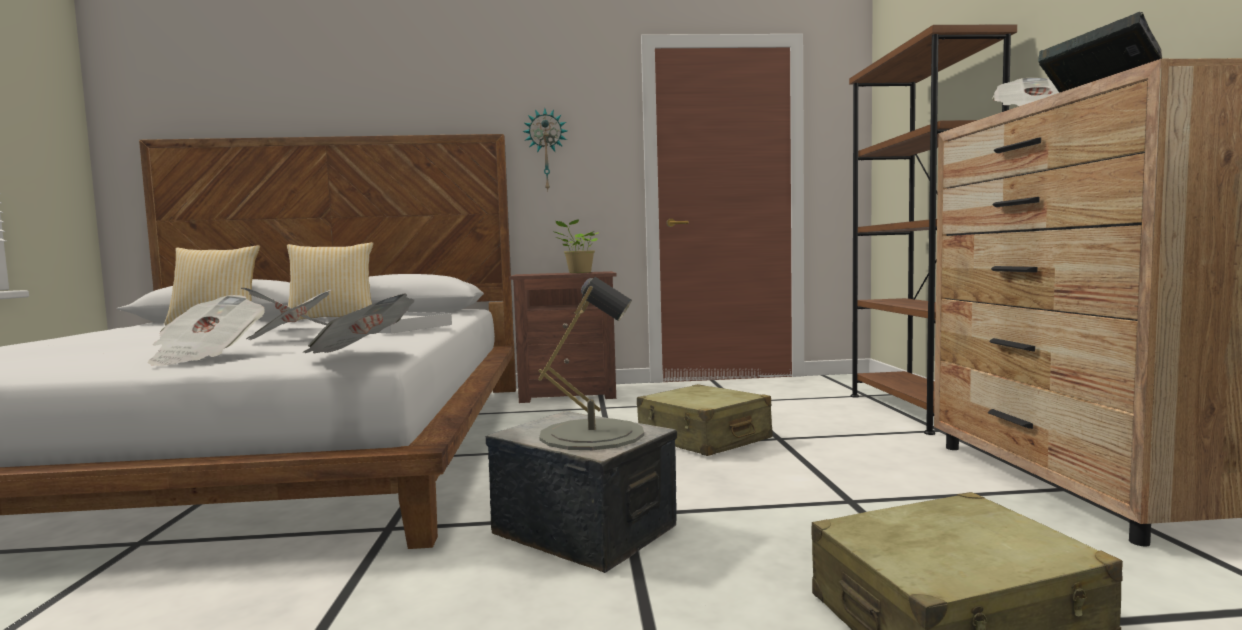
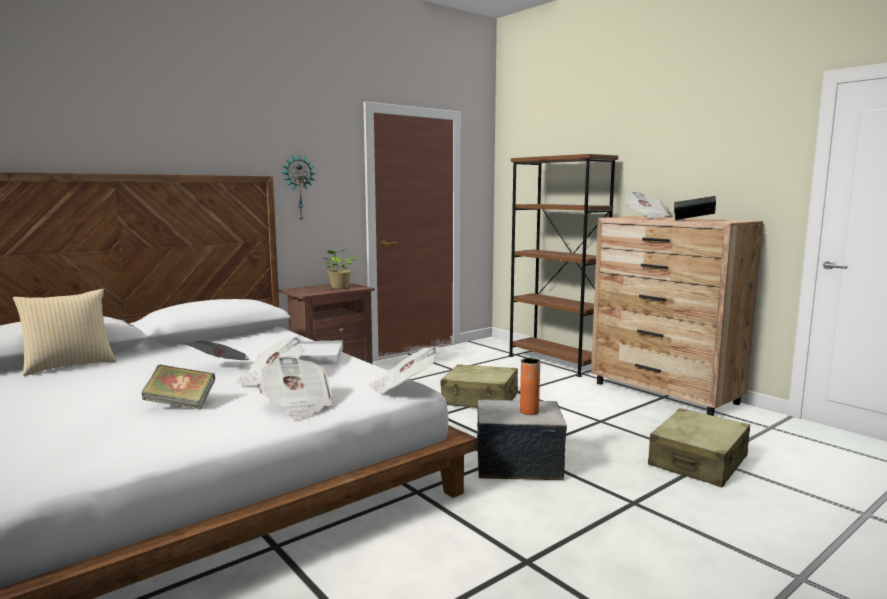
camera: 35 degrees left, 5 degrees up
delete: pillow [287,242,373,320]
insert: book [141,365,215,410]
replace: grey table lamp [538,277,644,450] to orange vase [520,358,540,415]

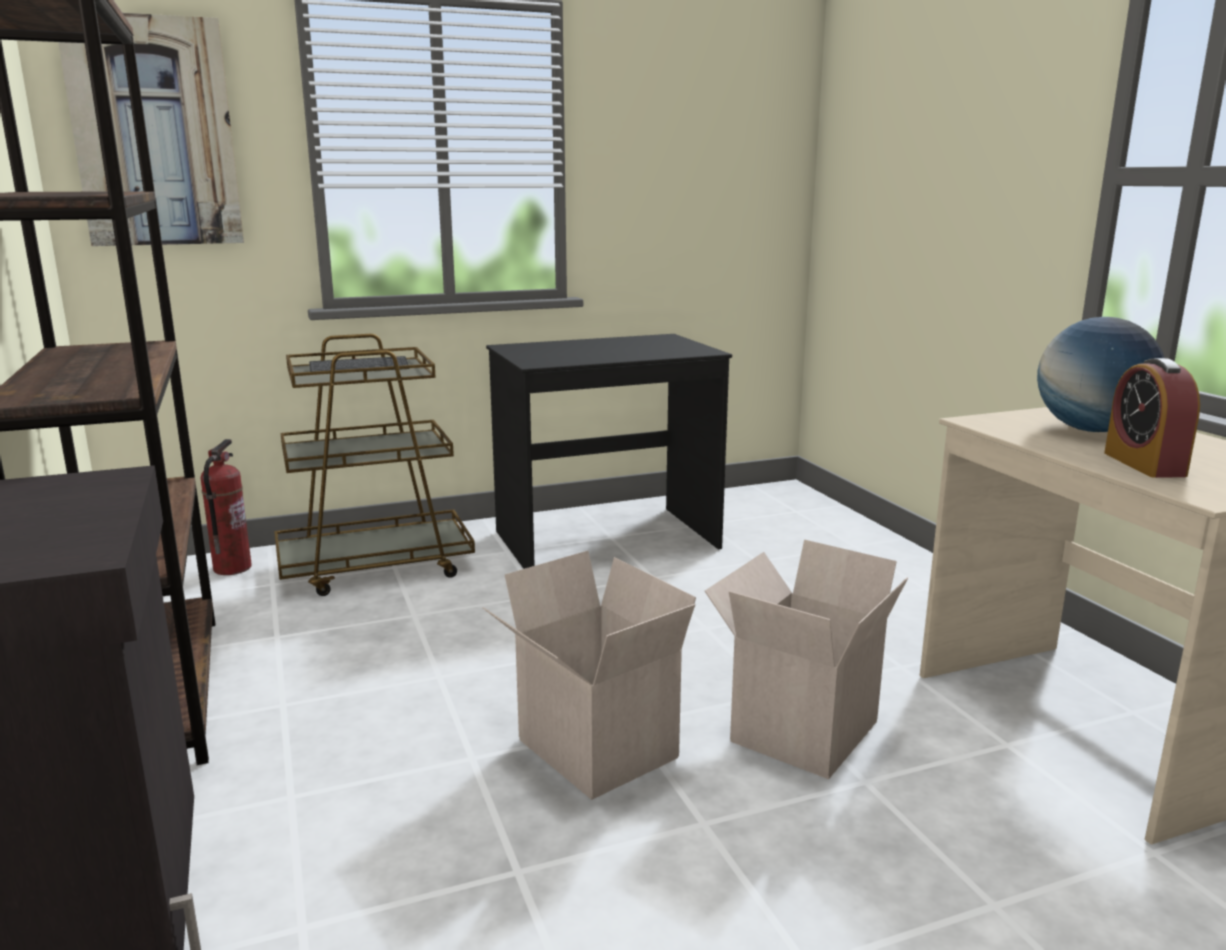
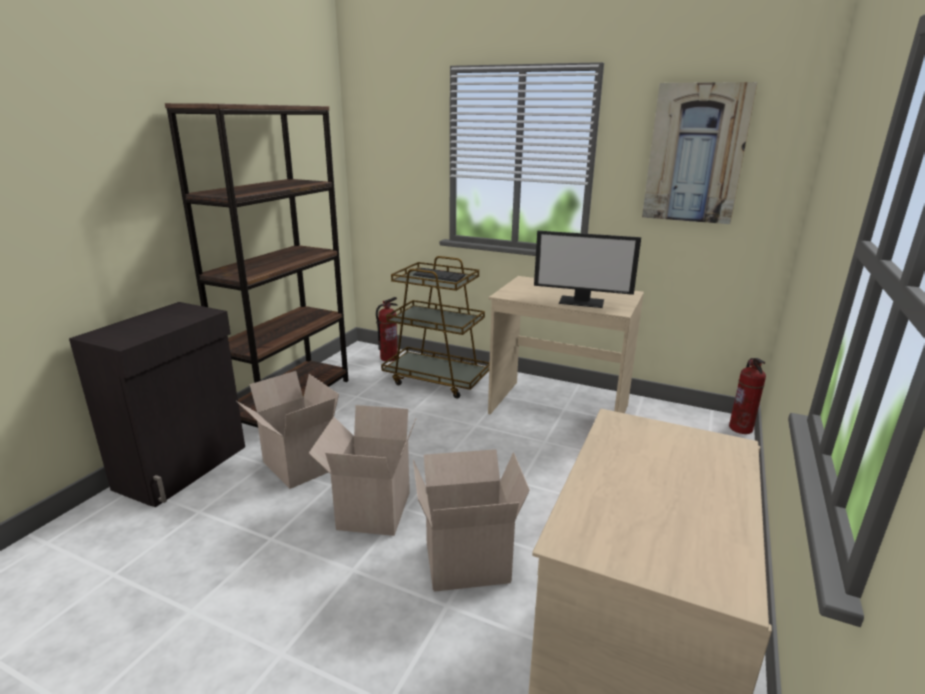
camera: 45 degrees right, 5 degrees up
delete: globe [1037,317,1164,432]; alarm clock [1104,358,1200,478]
insert: cardboard box [236,371,339,489]; monitor [534,231,641,308]; fire extinguisher [729,358,766,434]
move: picture [58,13,244,246] to [642,82,758,224]
recolor: black desk [486,334,732,569] to beige desk [488,276,644,414]

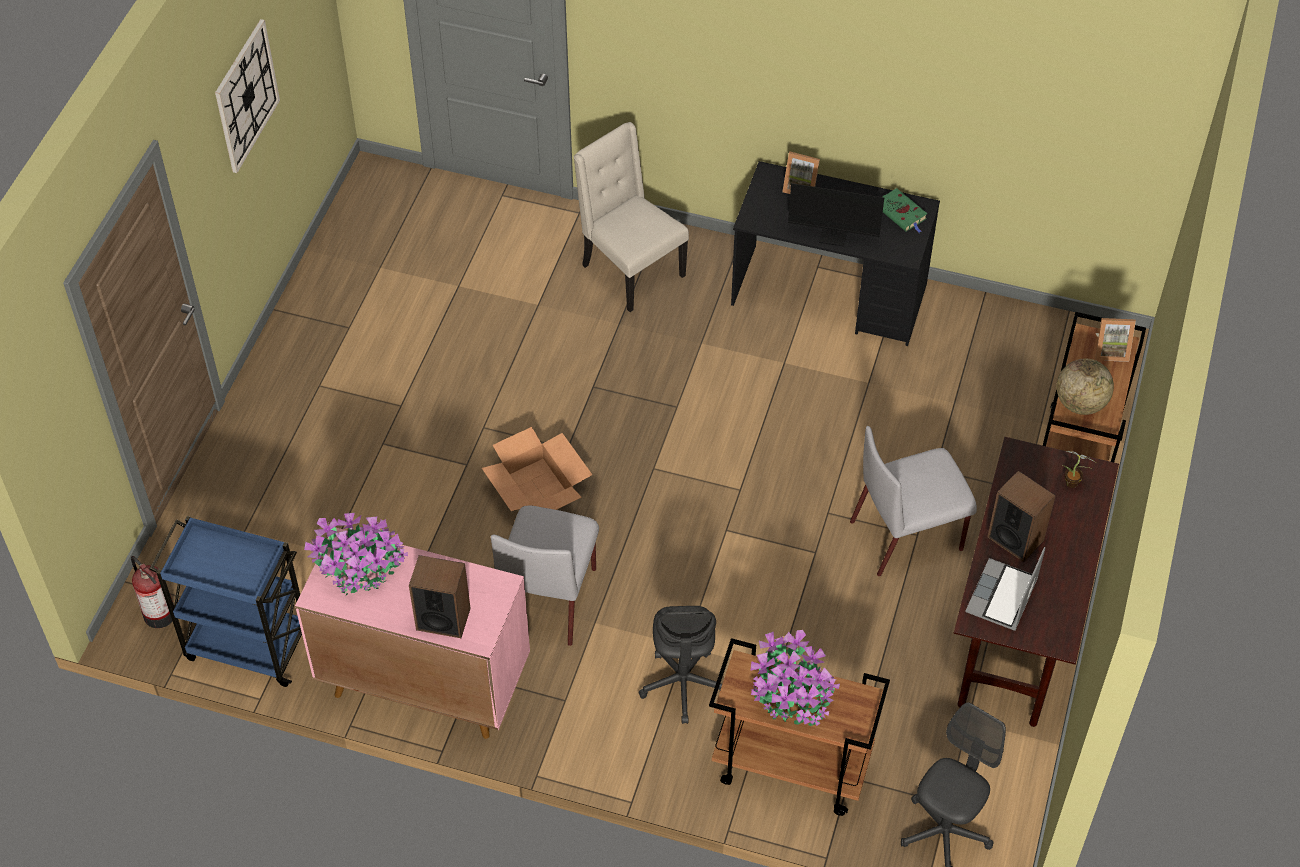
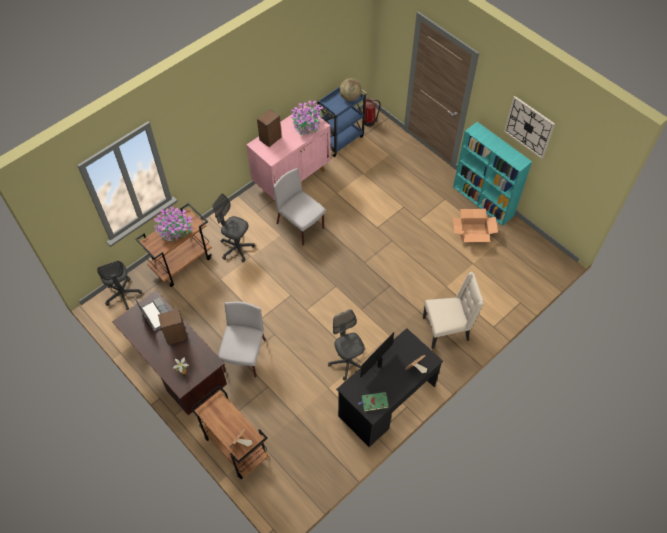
camera: 120 degrees right, 5 degrees up
insert: grey office chair [328,309,365,380]; turquoise bookcase [453,122,532,226]
move: globe [1057,358,1114,415] to [339,78,362,101]; cardboard box [482,427,592,511] to [453,209,498,242]

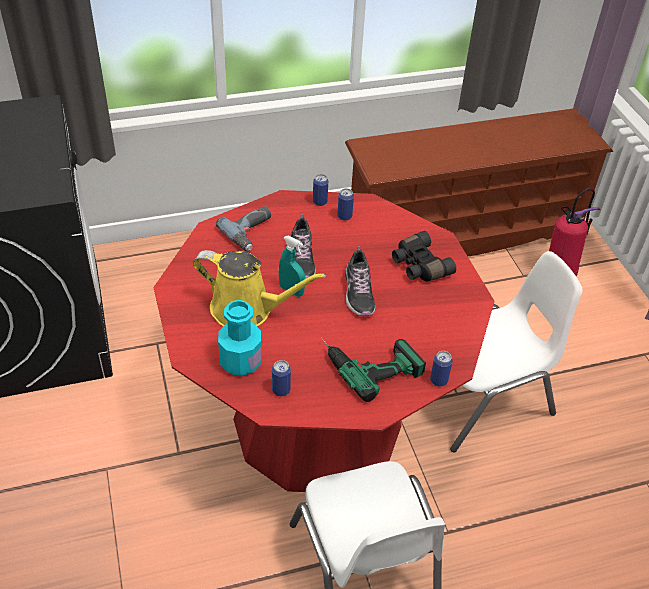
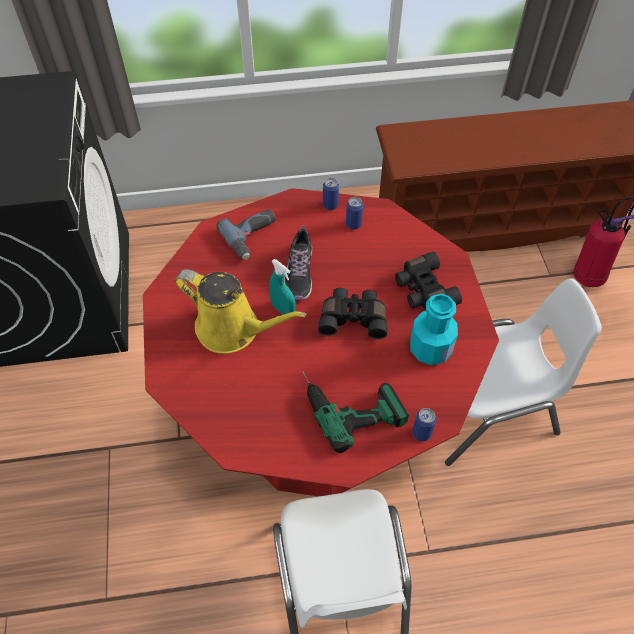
camera: 10 degrees right, 10 degrees up
delete: can [272,360,291,396]
move: turquoise bottle [218,300,262,376] to [410,294,458,365]
replace: shoe [345,246,375,316] to black binoculars [318,288,387,339]

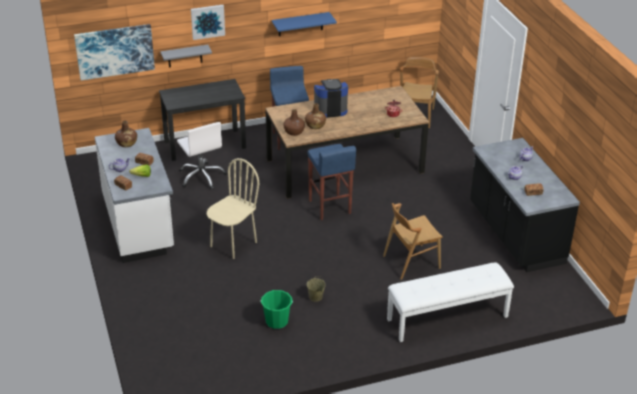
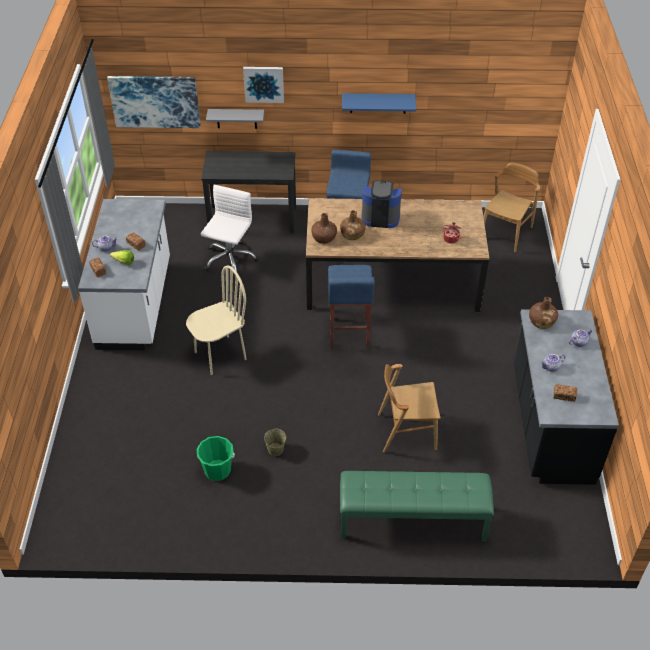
camera: 20 degrees right, 10 degrees up
move: brown bottle [115,120,137,147] to [529,297,558,329]
recolor: white bench [387,262,514,342] to green bench [340,471,494,542]
rotate: white office chair [177,122,227,189] = [201,185,259,278] 150 degrees counterclockwise

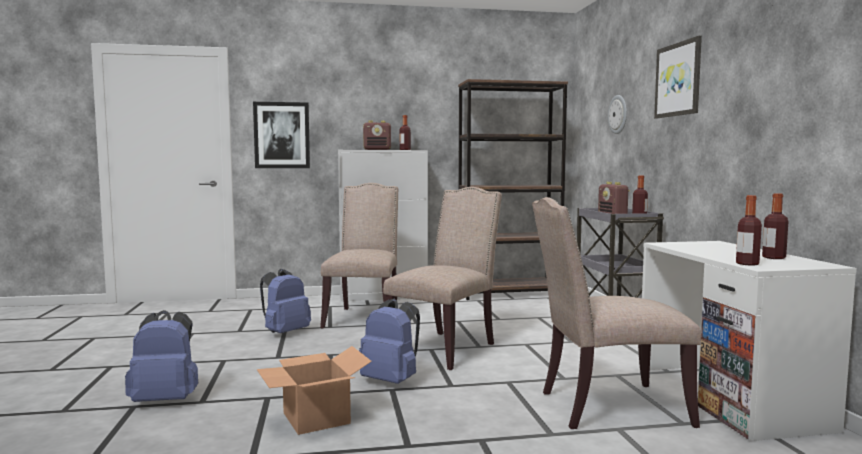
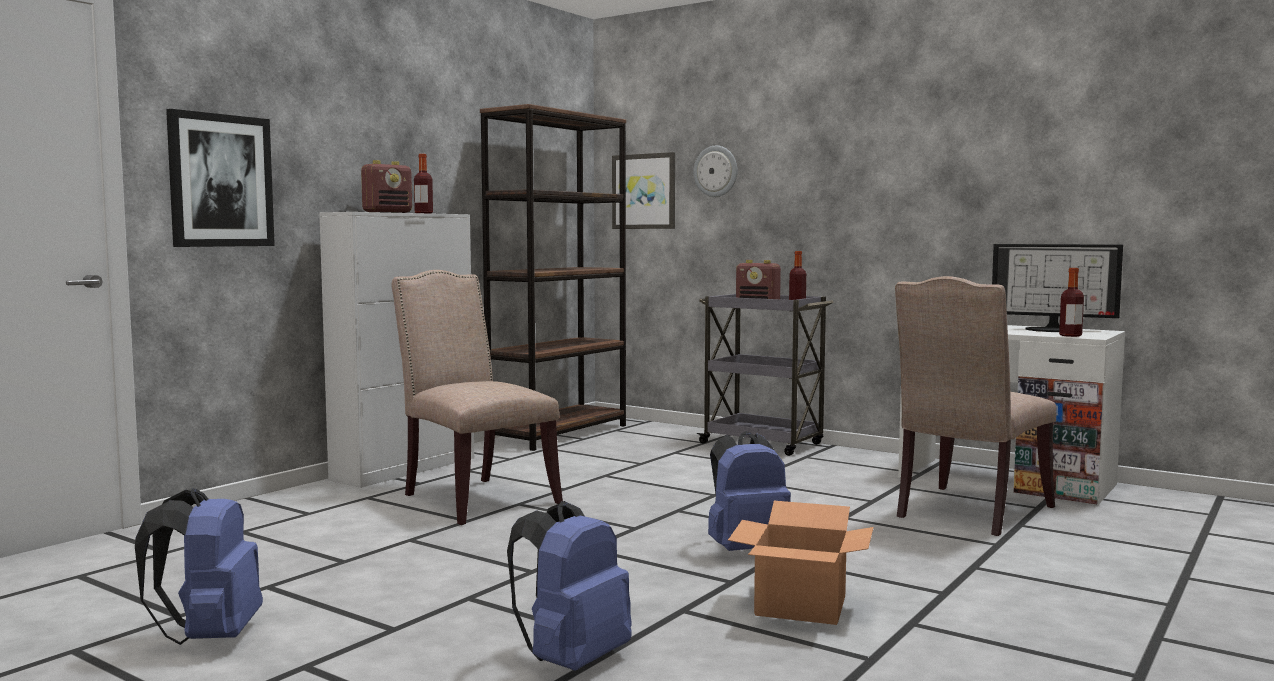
camera: 45 degrees left, 0 degrees up
delete: beige chair [383,187,502,370]
move: blue backpack [260,269,311,333] to [135,488,263,645]; picture [654,36,702,119] to [612,152,675,229]
replace: bottle [762,193,789,259] to monitor [992,244,1123,332]

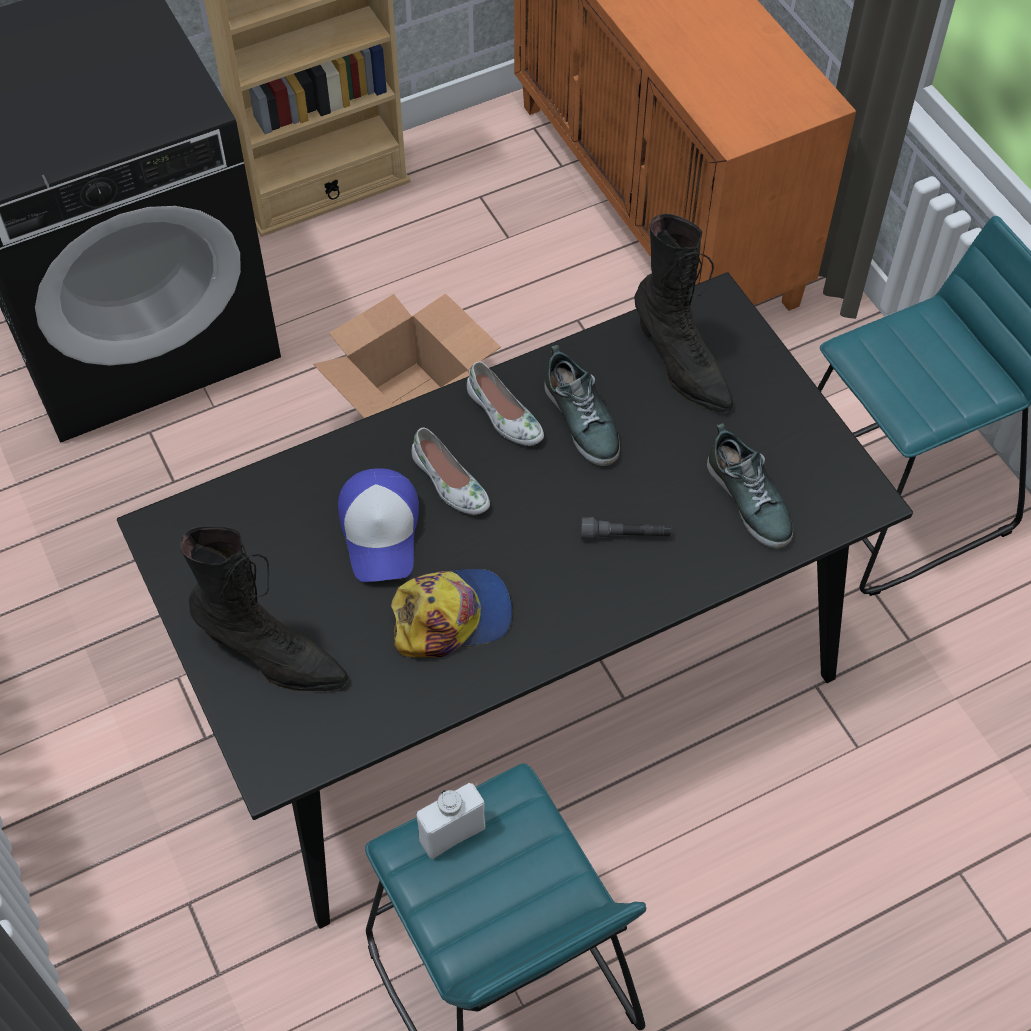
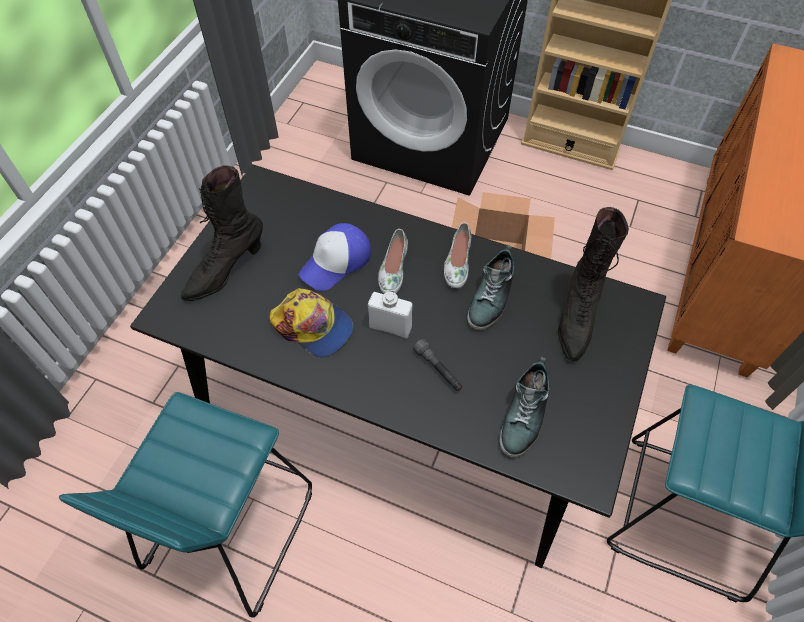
camera: 50 degrees right, 0 degrees up
move: white bottle [416,783,485,859] to [368,291,412,339]
rotate: black boot [180,526,348,691] = [181,166,263,301] 60 degrees clockwise

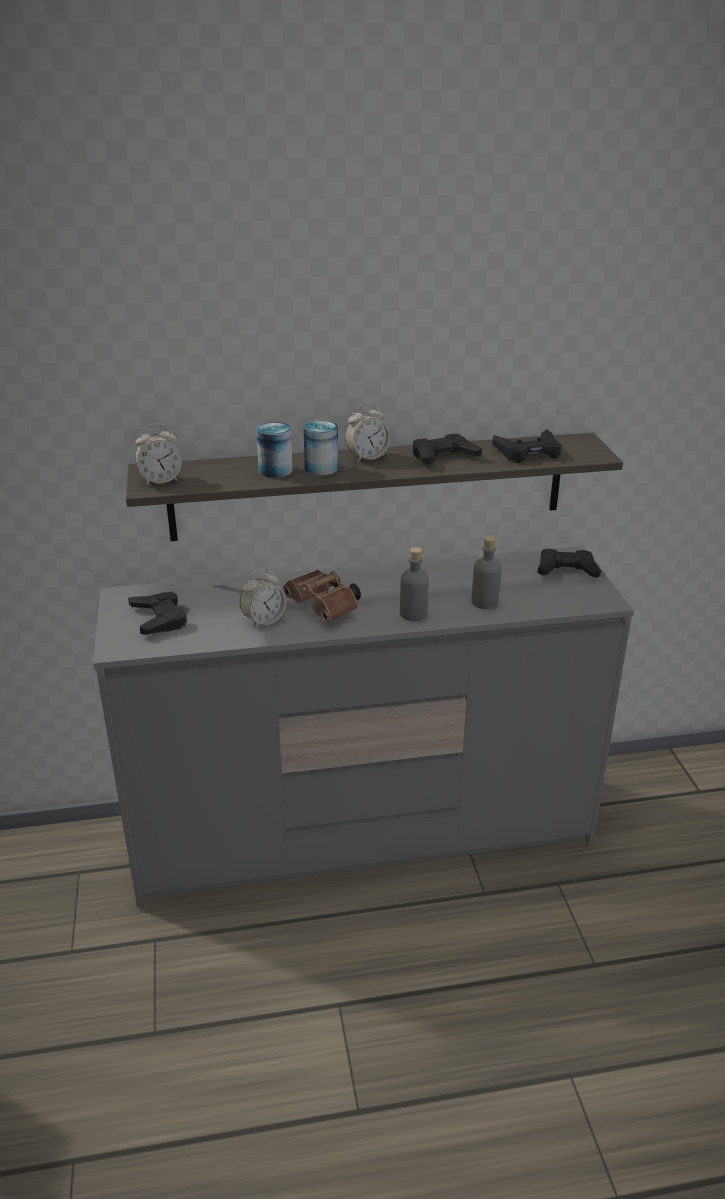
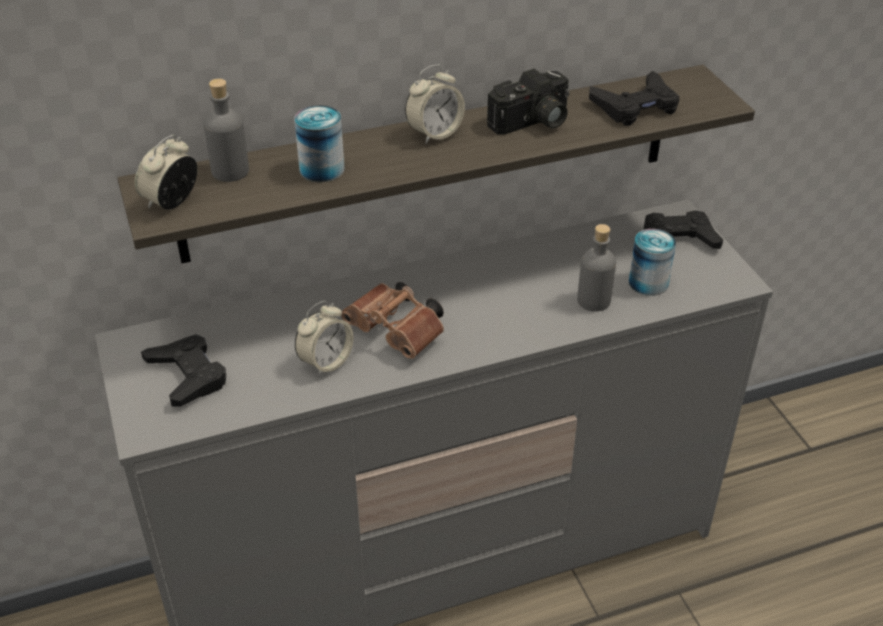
camera: 10 degrees left, 10 degrees up
move: grey bottle [400,547,429,621] to [204,79,249,182]; can [303,420,338,476] to [629,229,676,296]
replace: black game controller [413,434,482,464] to photo camera [487,69,569,135]
rotate: alarm clock [135,424,182,486] = [135,135,198,210] 150 degrees clockwise

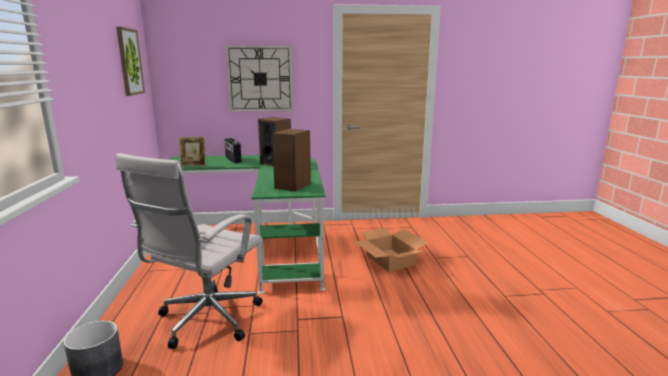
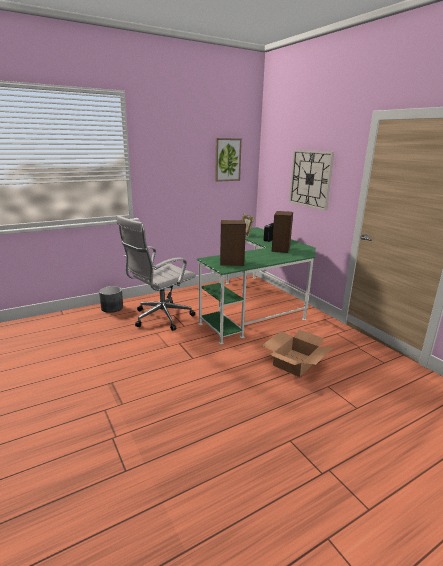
camera: 65 degrees right, 5 degrees up
rotate: white office chair [116,153,263,349] = [117,215,196,331] 45 degrees counterclockwise

